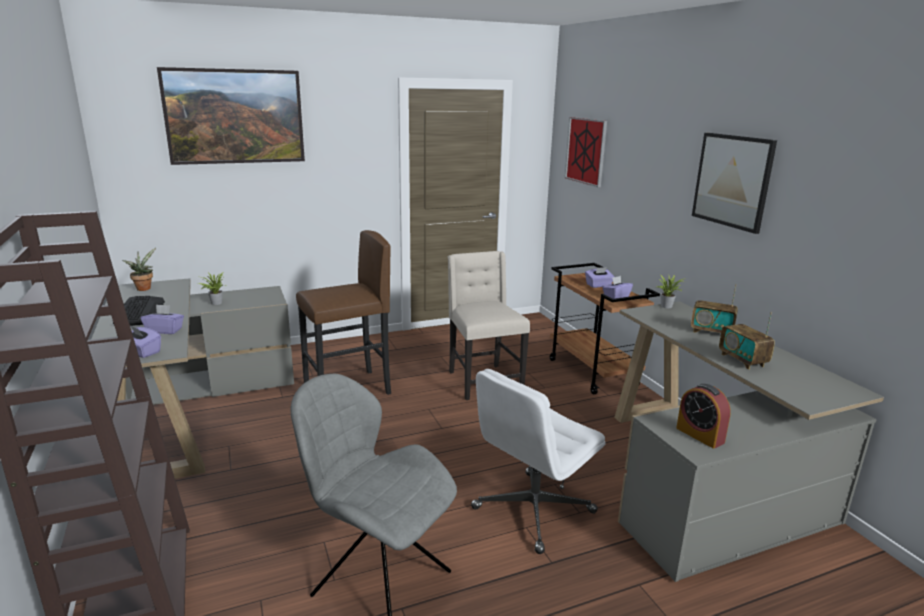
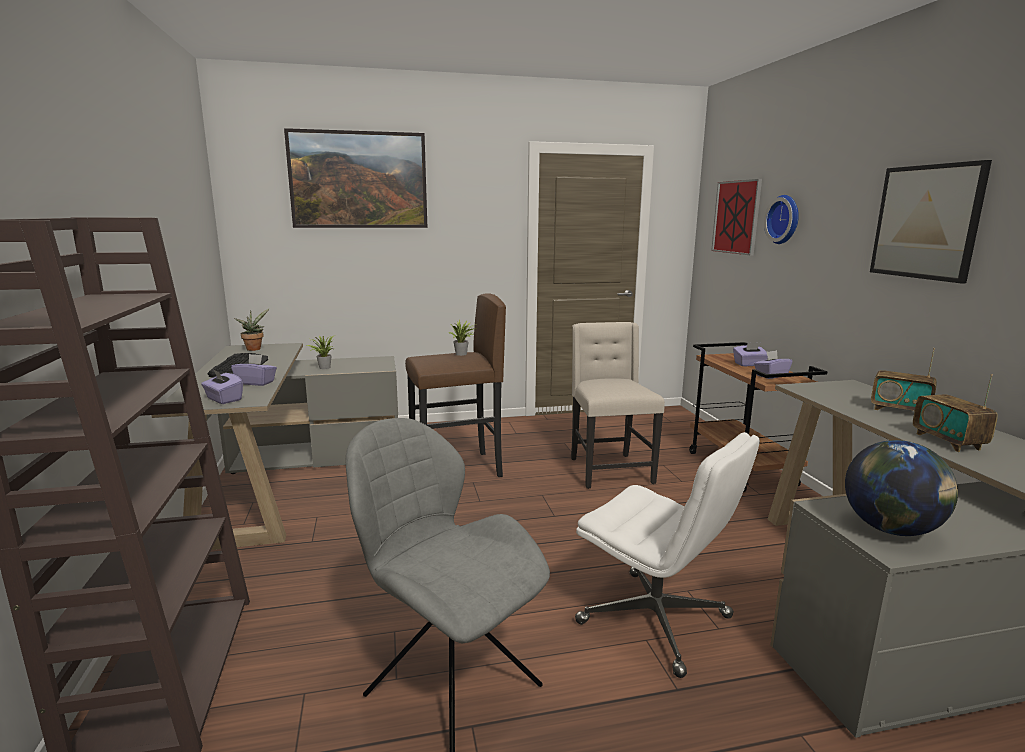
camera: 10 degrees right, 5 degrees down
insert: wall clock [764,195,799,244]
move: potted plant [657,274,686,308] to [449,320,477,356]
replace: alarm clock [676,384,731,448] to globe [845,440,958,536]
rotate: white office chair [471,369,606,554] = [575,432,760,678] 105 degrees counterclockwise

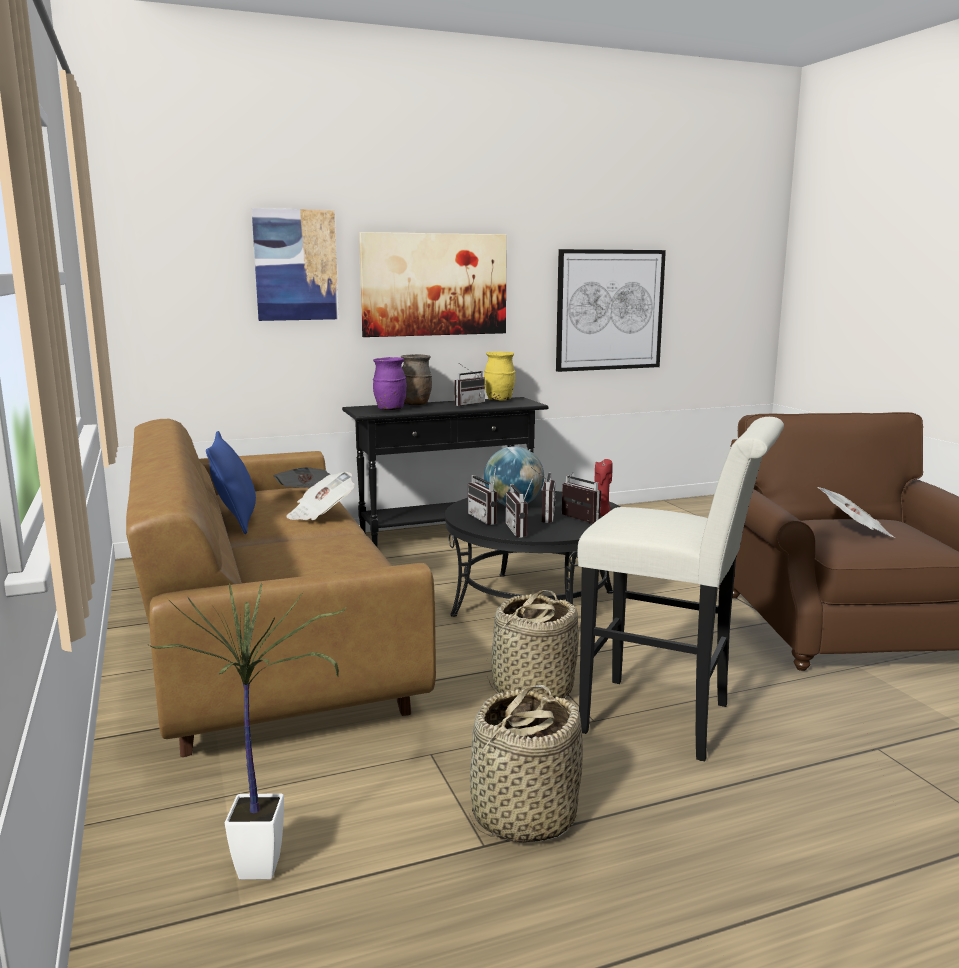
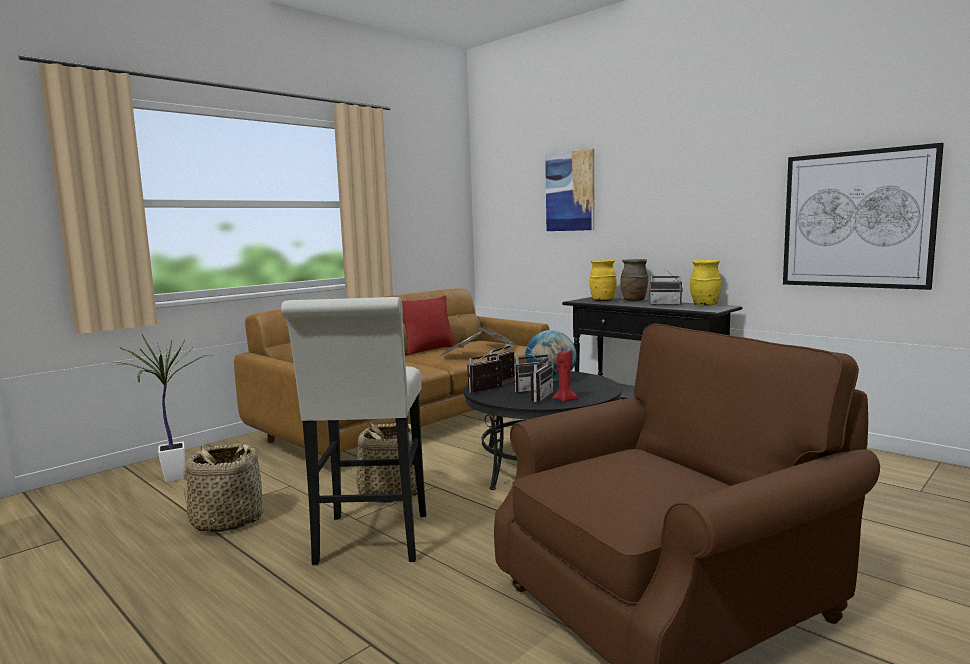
camera: 65 degrees right, 5 degrees down
delete: picture [359,232,507,337]; newspaper [818,487,895,538]
recolor: blue pillow [206,431,256,534] to red pillow [402,296,457,355]; purple vase [373,357,407,410] to yellow vase [589,260,617,301]

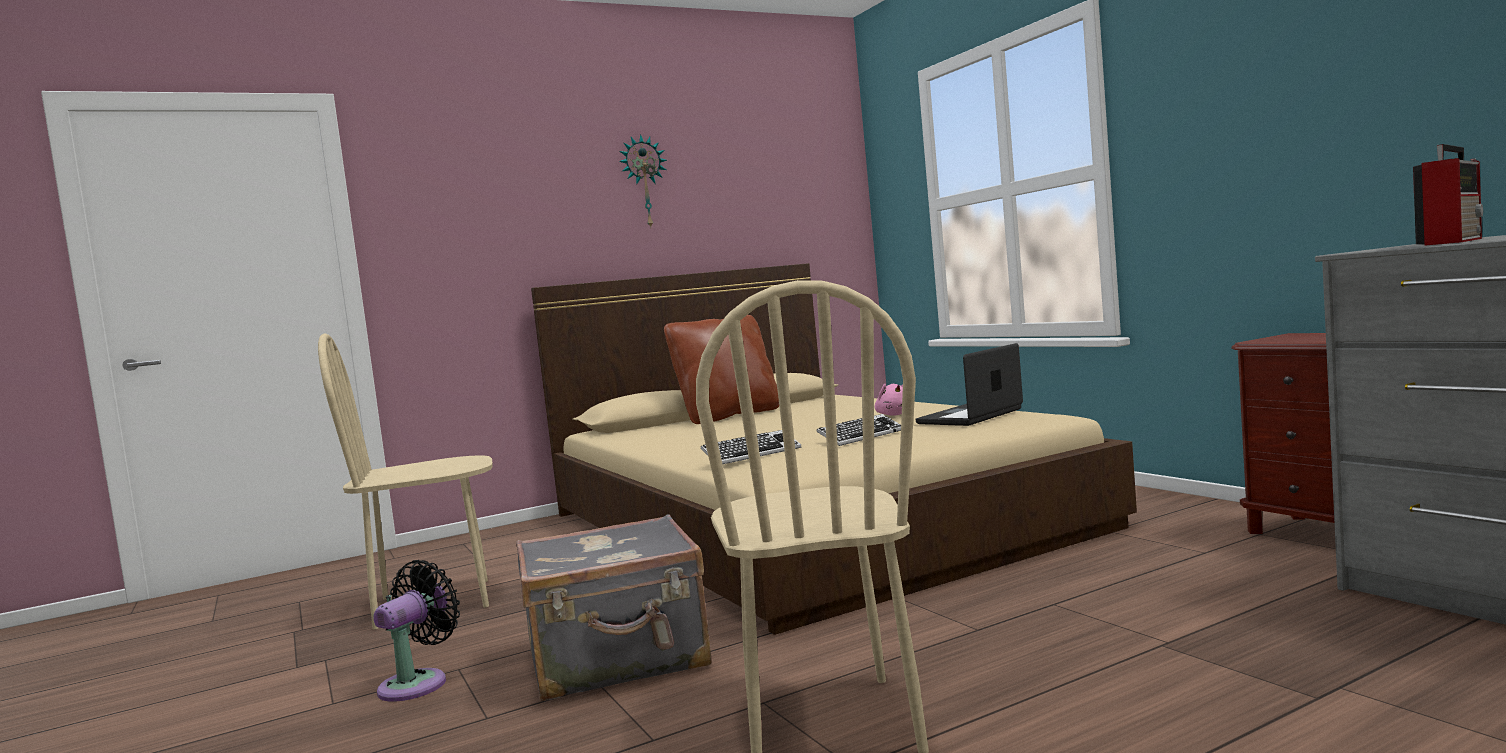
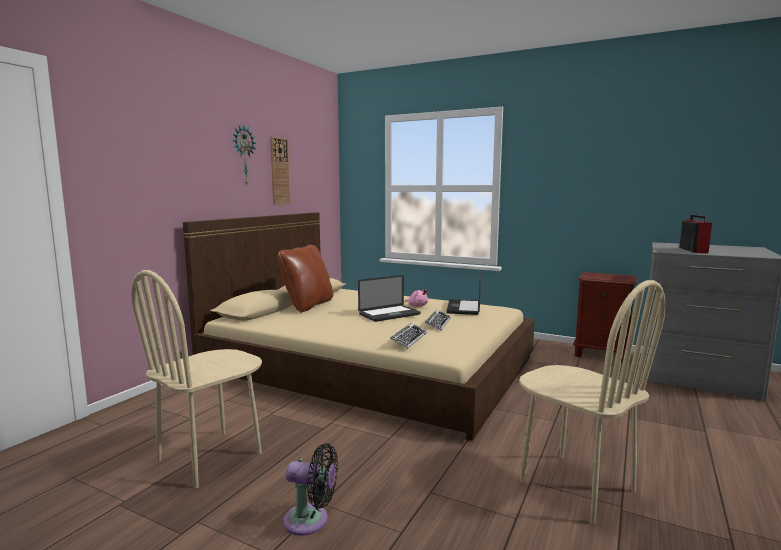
camera: 35 degrees left, 5 degrees up
delete: grey suitcase [516,514,711,701]
insert: wall clock [270,137,290,205]; laptop [358,275,420,322]
rotate: black fan [373,560,460,702] = [283,443,338,536] 105 degrees clockwise

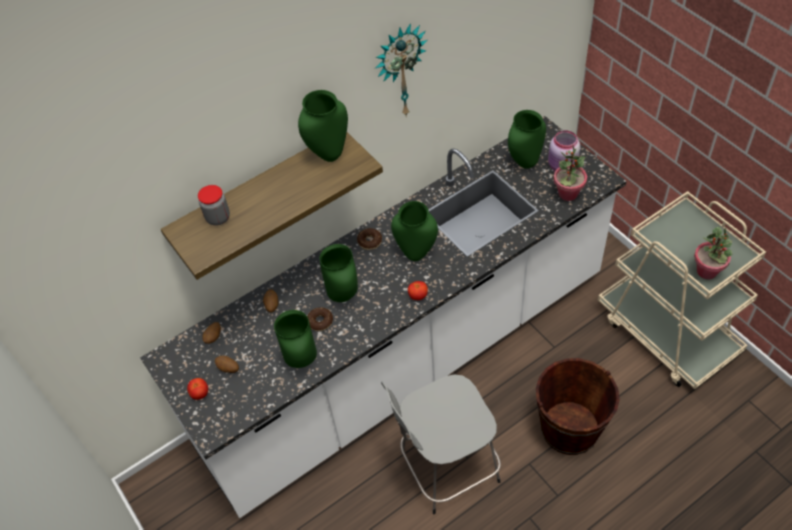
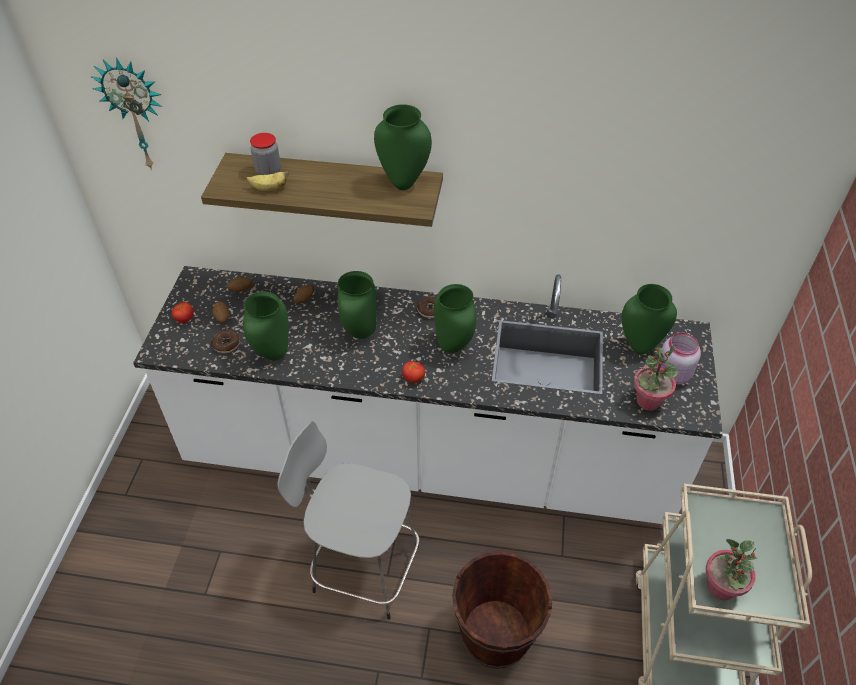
camera: 40 degrees right, 5 degrees down
insert: banana [247,171,289,191]
move: wall clock [375,23,428,117] to [90,57,162,170]; donut [307,307,333,331] to [211,330,240,353]

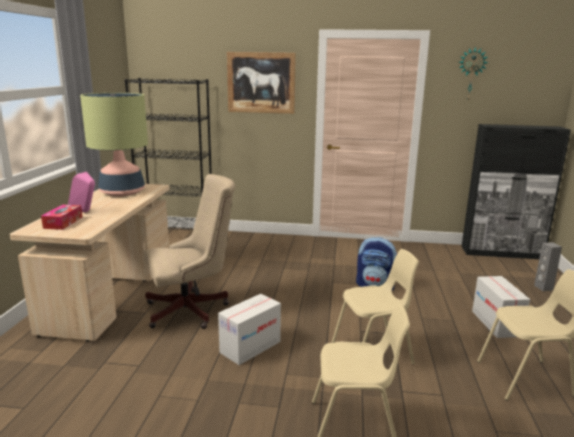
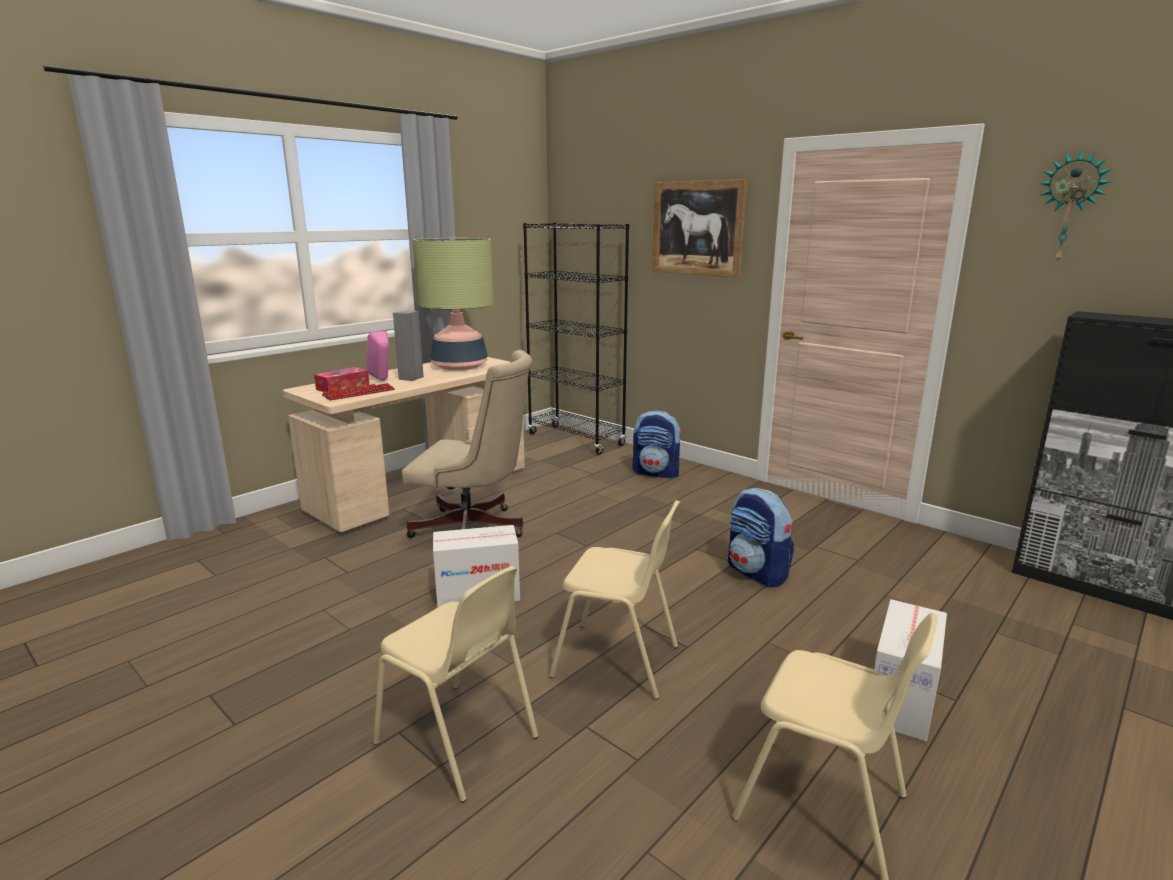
camera: 35 degrees right, 0 degrees up
insert: keyboard [322,383,395,401]; backpack [633,411,683,479]
move: grey speaker [534,242,562,291] to [393,310,424,381]

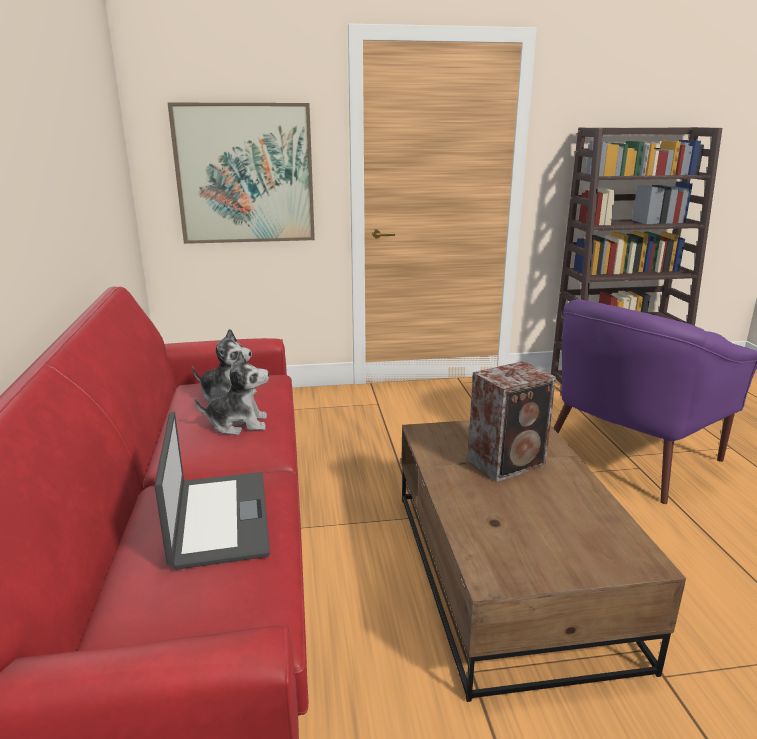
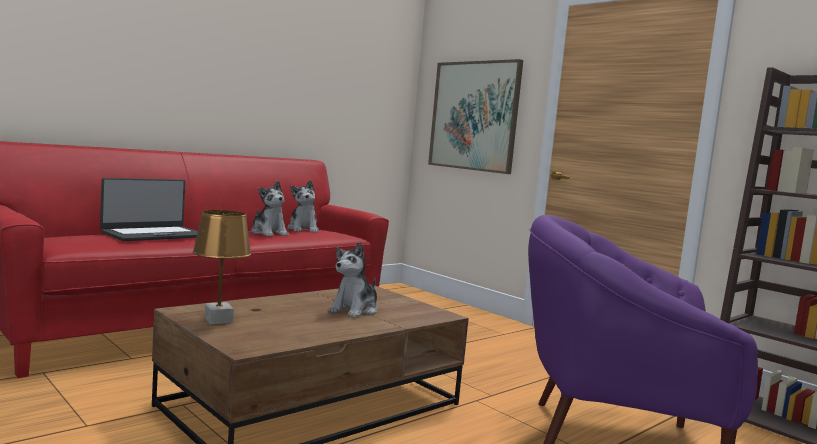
camera: 55 degrees right, 15 degrees down
insert: brown table lamp [193,210,251,324]
replace: speaker [468,361,556,482] to plush toy [328,242,378,318]

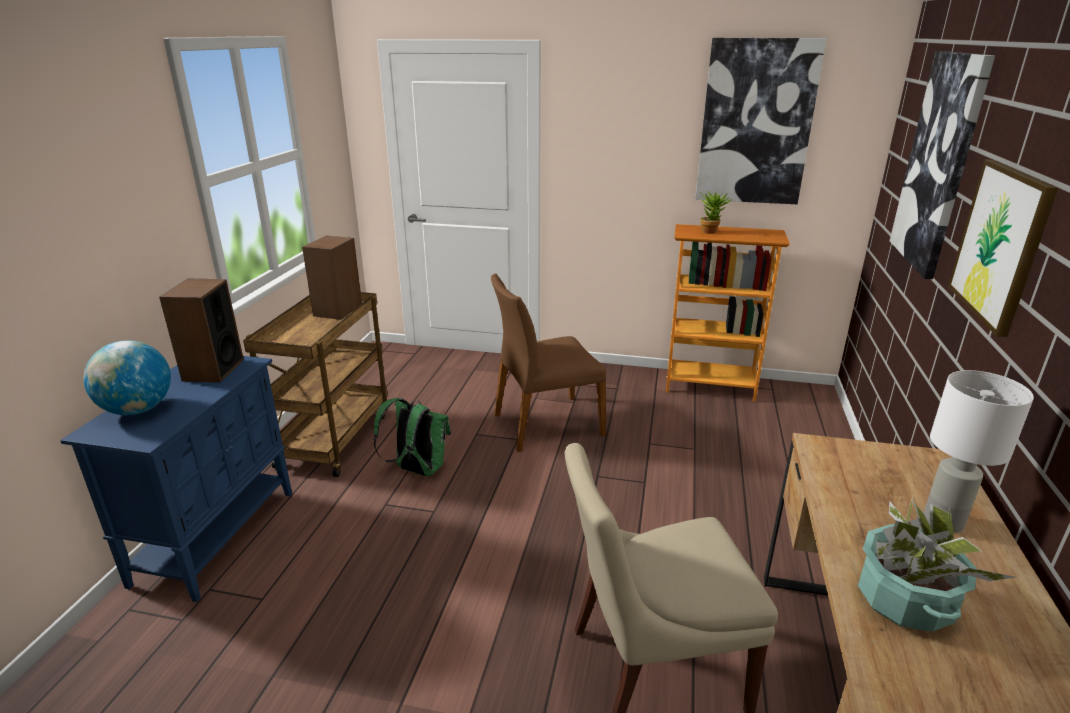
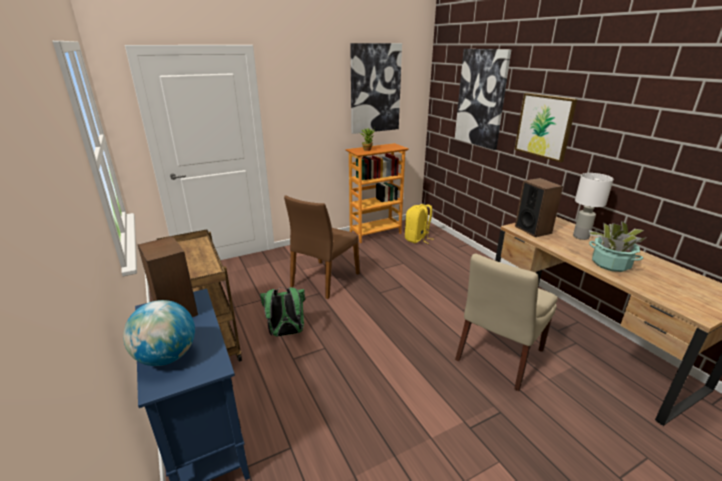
camera: 40 degrees left, 0 degrees up
insert: yellow backpack [405,204,432,244]
move: speaker [302,236,362,320] to [515,178,563,237]

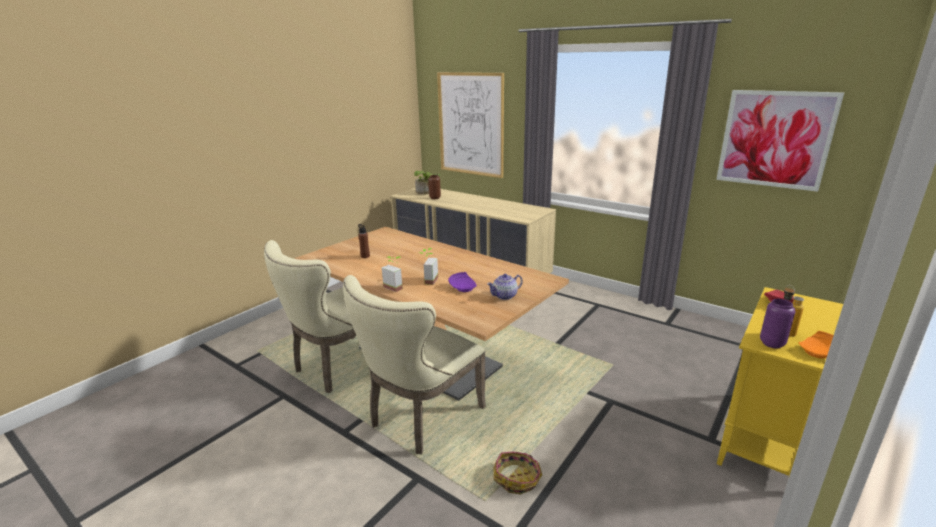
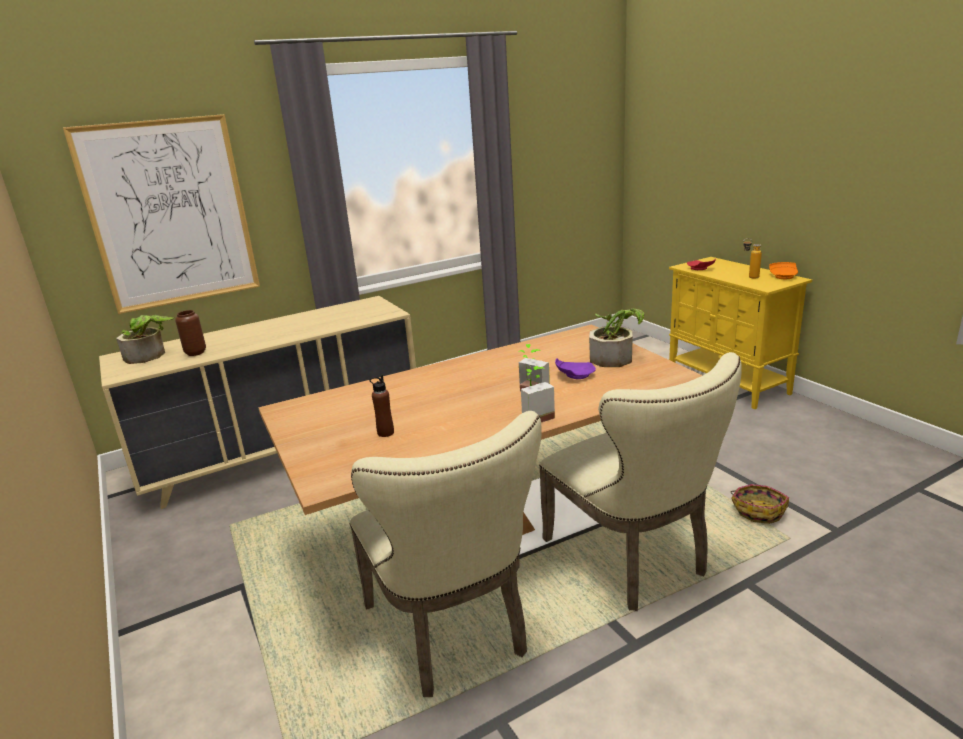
camera: 65 degrees left, 0 degrees up
delete: picture [716,90,844,192]; purple vase [760,299,795,348]
replace: teapot [487,274,523,300] to potted plant [589,309,644,367]

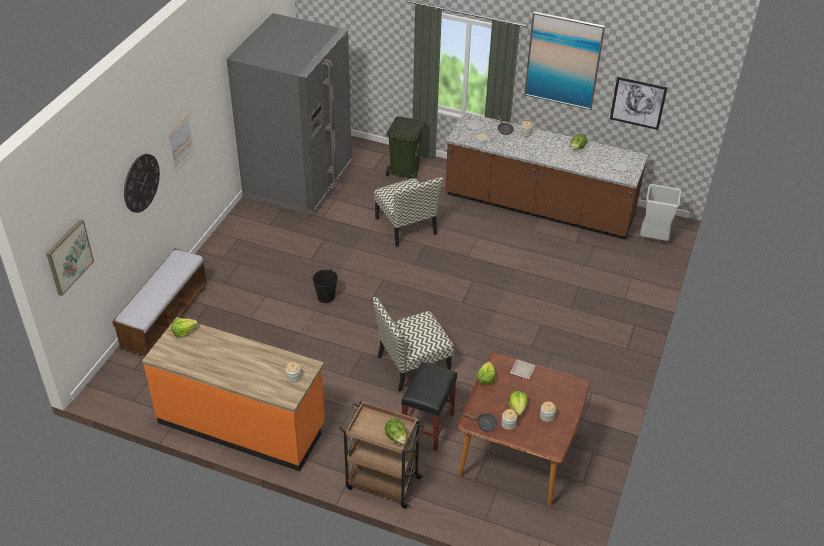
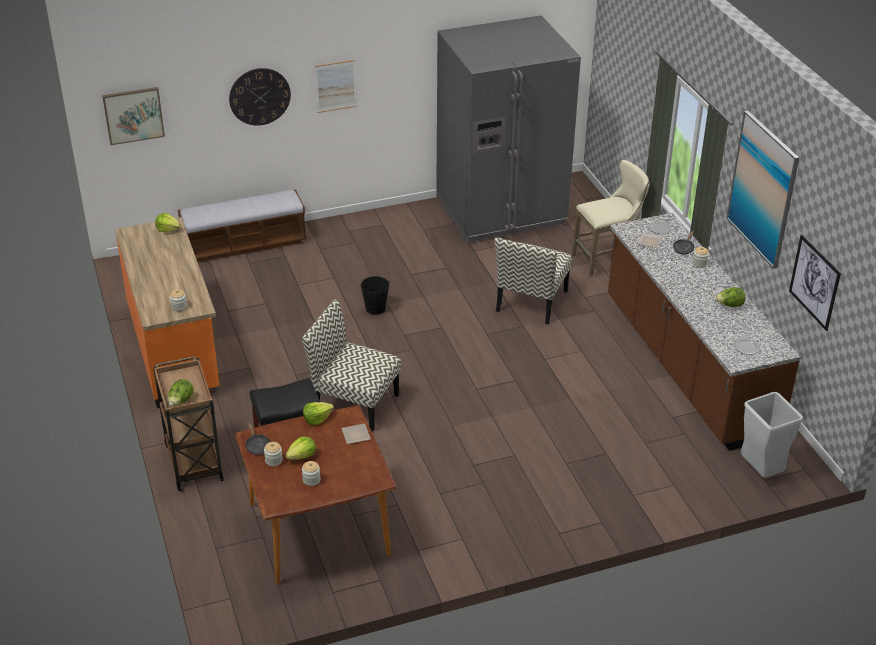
camera: 50 degrees right, 5 degrees down
replace: green trash can [386,116,426,179] to beige stool [571,160,649,277]

